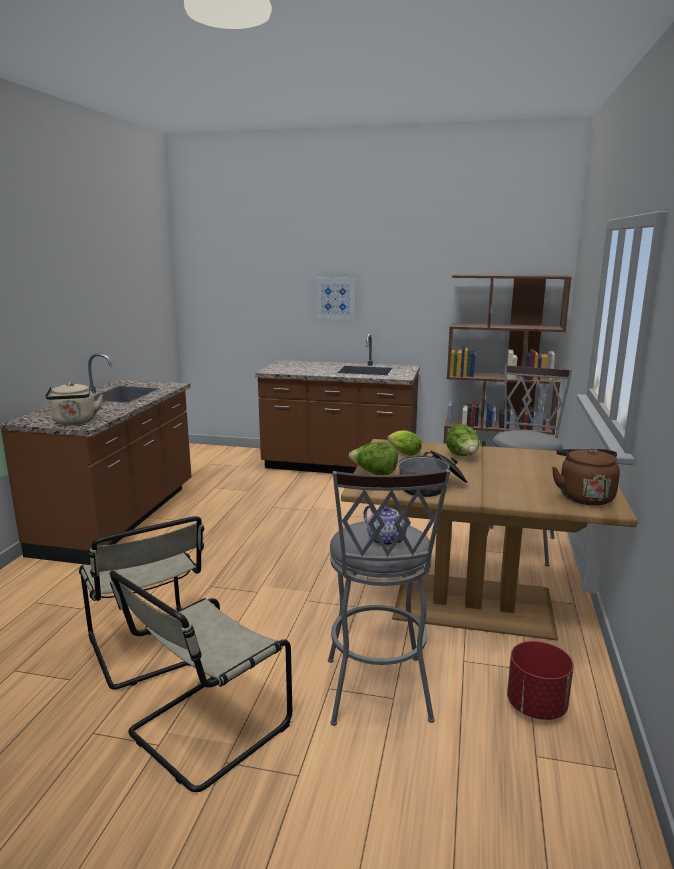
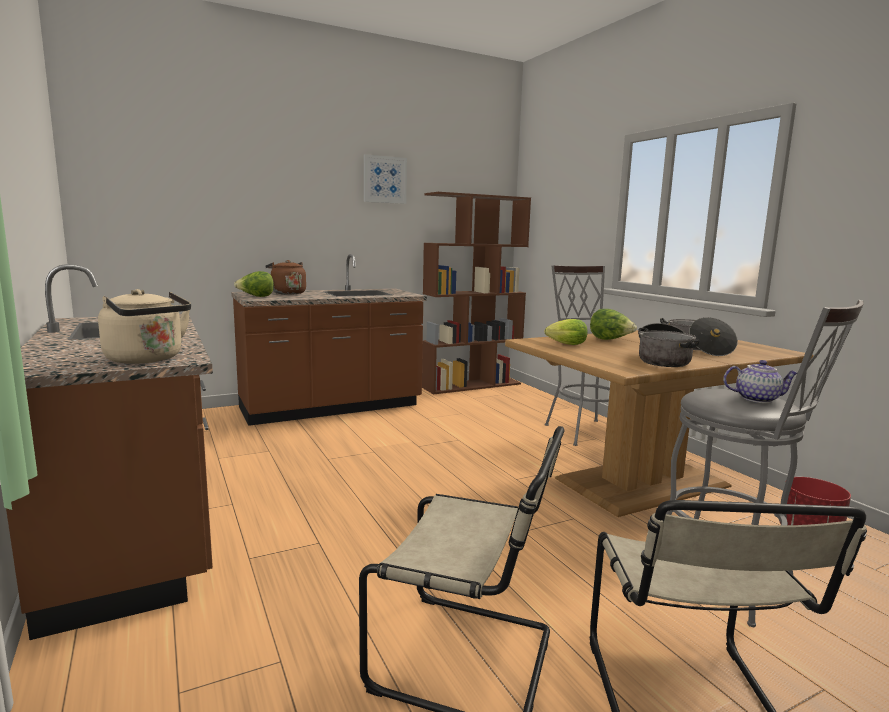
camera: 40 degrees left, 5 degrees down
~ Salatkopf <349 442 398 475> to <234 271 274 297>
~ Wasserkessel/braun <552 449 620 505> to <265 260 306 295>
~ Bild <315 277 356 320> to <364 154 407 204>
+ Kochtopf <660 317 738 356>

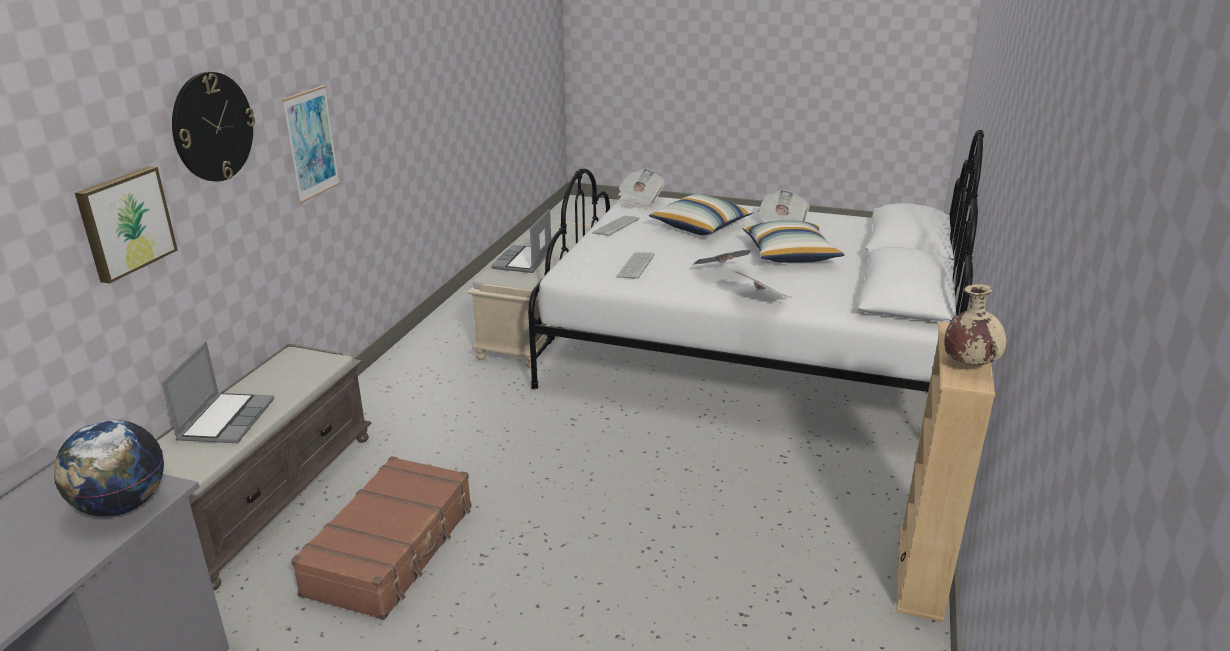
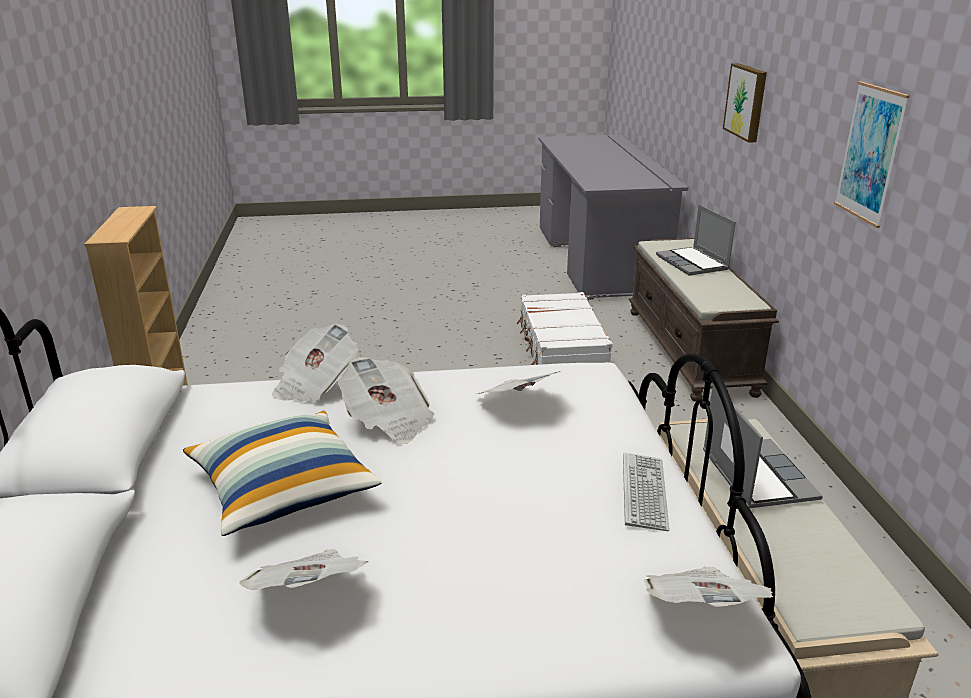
camera: 155 degrees right, 0 degrees up
~ Tastatur <616 252 655 279> to Zeitung <476 371 560 394>
~ Koffer/braun <291 456 472 620> to Koffer/weiß <517 292 613 365>
- Globus <54 420 164 516>
- Wanduhr <172 72 255 181>
- Kissen <649 194 754 235>
- Vase/beige <944 284 1006 366>

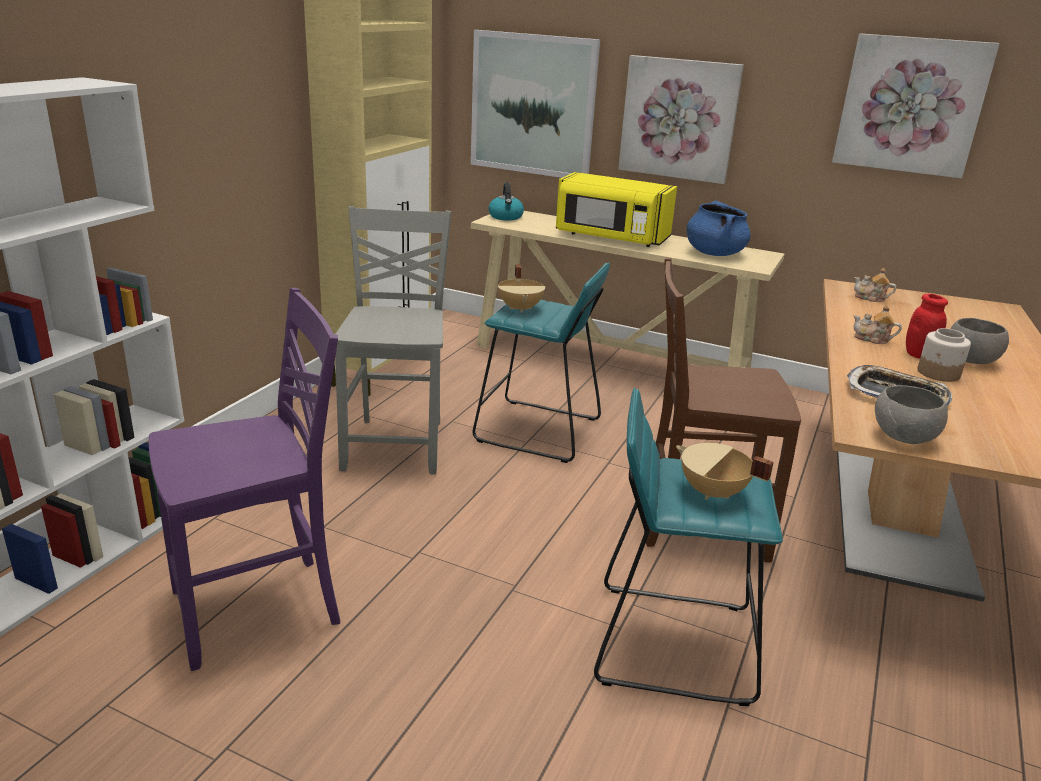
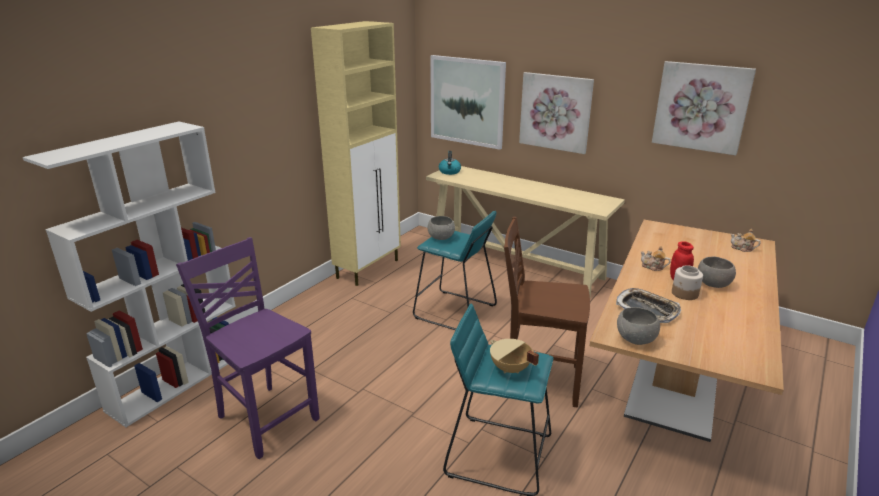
camera: 10 degrees right, 0 degrees up
~ Stuhl/lila <149 288 340 671> = <176 237 319 459> 120 degrees counterclockwise
~ Kochtopf/beige <498 264 545 313> to Schüssel/grau <428 216 455 240>
~ Teekanne <854 268 896 302> to <731 229 760 252>
- Stuhl/grau <335 206 451 475>
- Mikrowelle/gelb <556 172 677 247>
- Kochtopf/blau <687 201 751 256>

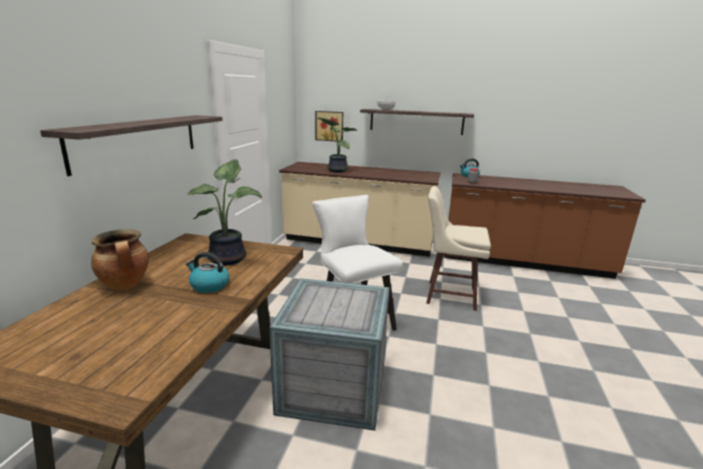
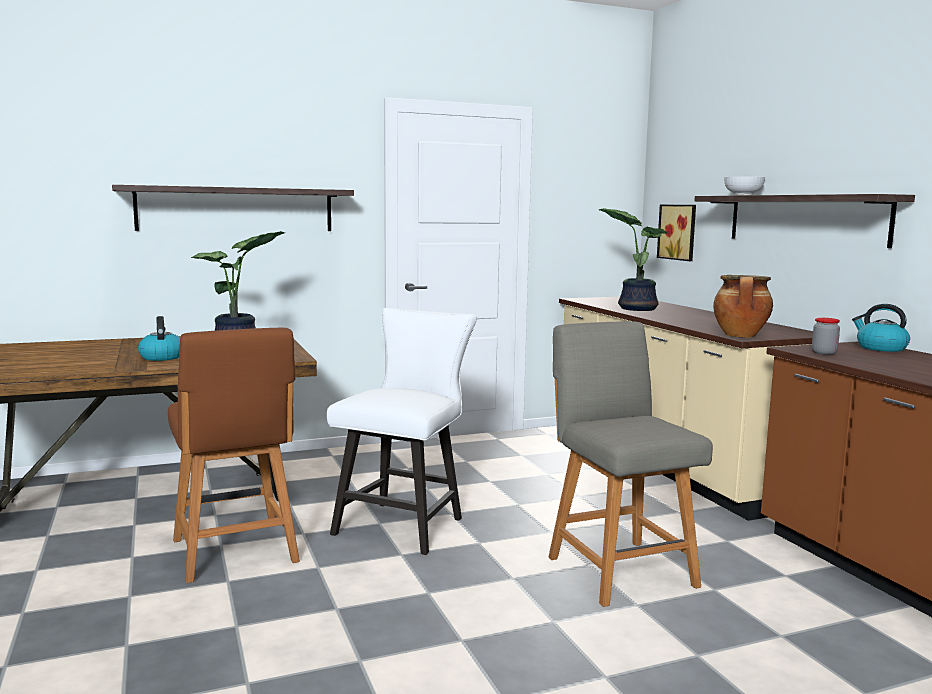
camera: 55 degrees right, 10 degrees down
~ Kiste <269 278 389 431> to Stuhl/braun <168 328 300 583>
~ Hocker/beige <426 186 491 311> to Stuhl/grau <548 321 713 607>
~ Kochtopf <91 229 149 291> to <713 275 773 338>

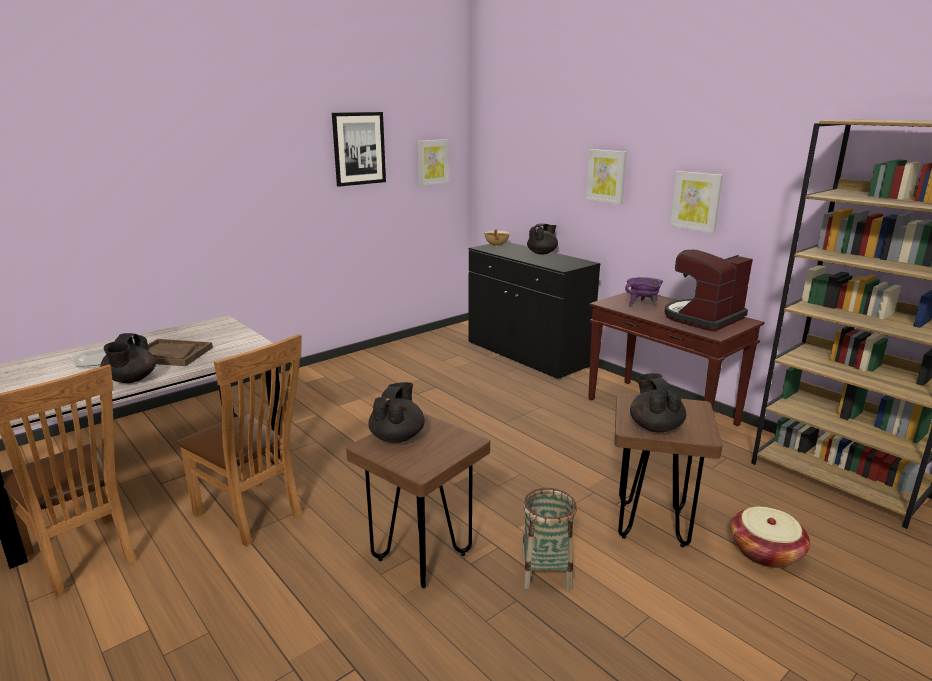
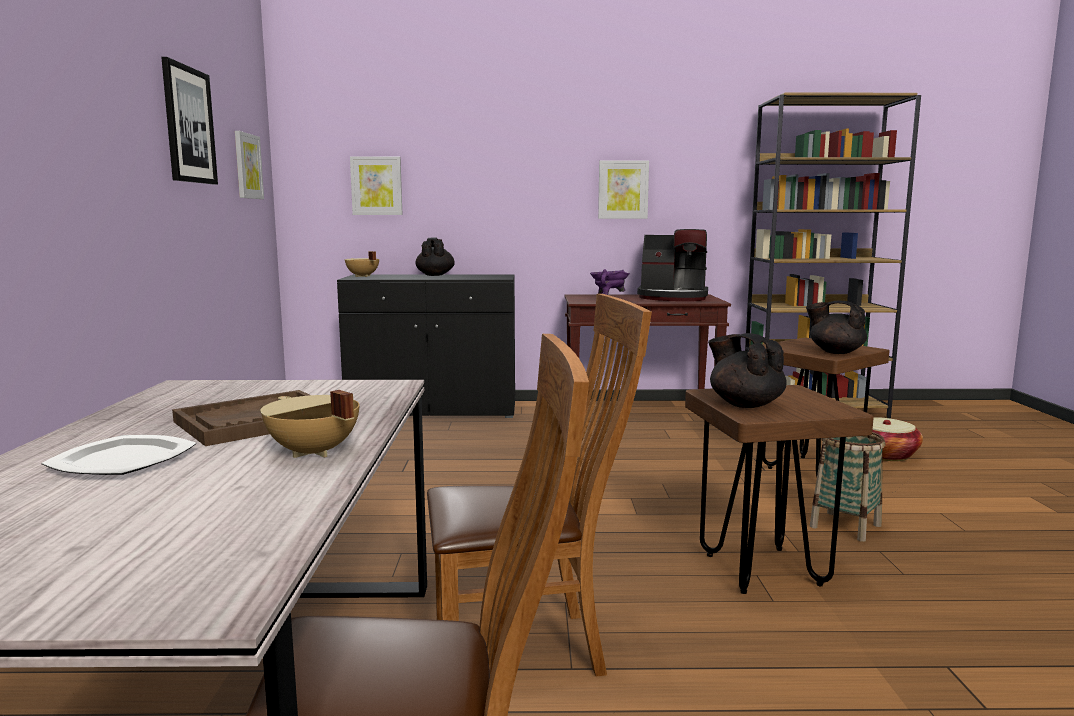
camera: 50 degrees left, 10 degrees down
~ Teekanne/schwarz <100 333 156 383> to Kochtopf/beige <260 390 359 458>
~ Bild <586 149 627 204> to <350 157 402 215>
~ Kaffeemaschine <664 250 753 331> = <637 229 708 301> 75 degrees counterclockwise

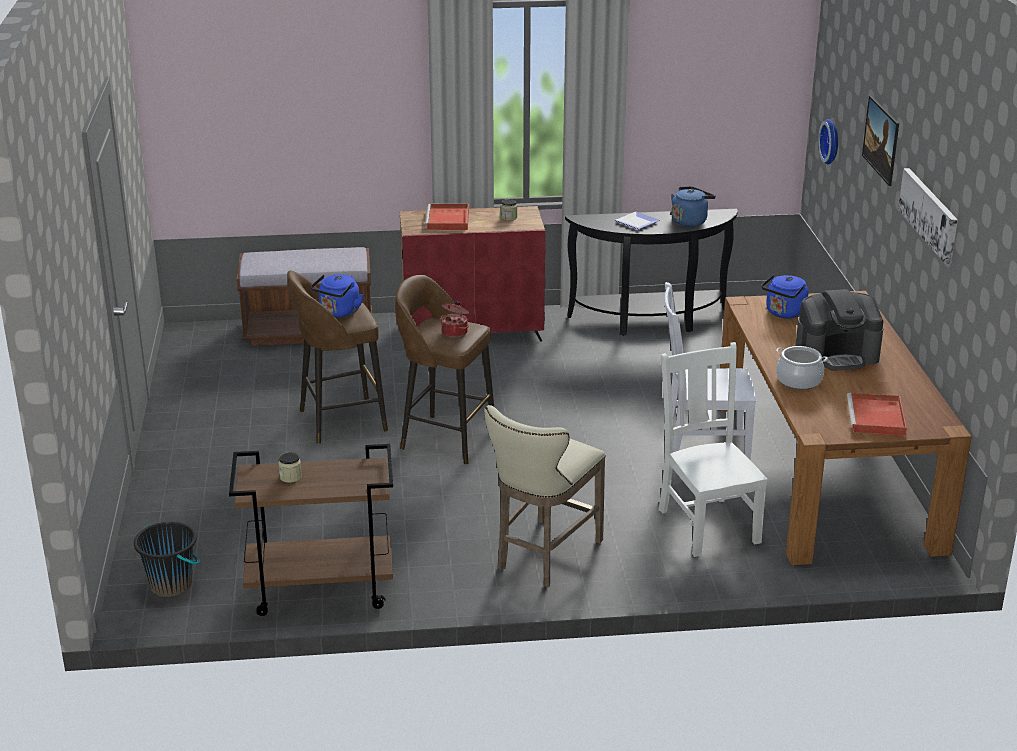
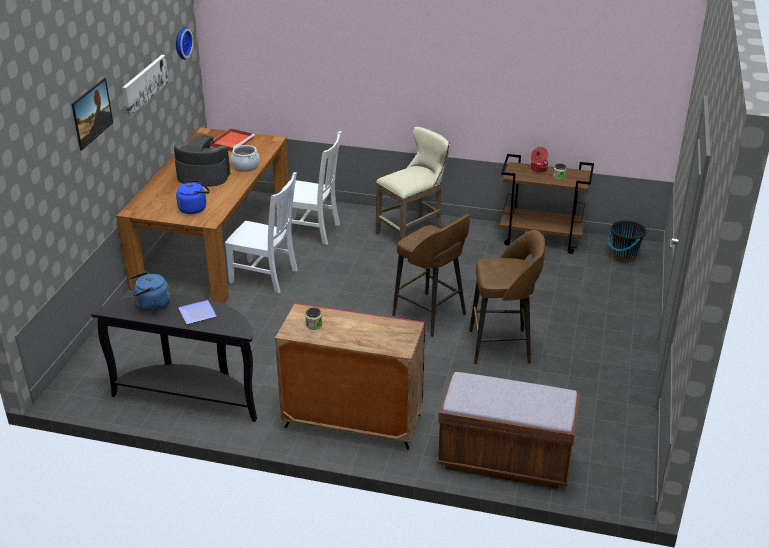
camera: 160 degrees left, 5 degrees up
~ Wanduhr <818 119 838 165> to <176 27 194 60>
~ Stuhl/weiß <658 342 768 557> = <276 131 342 245> 75 degrees counterclockwise
~ Kochtopf <440 302 469 337> to <530 147 548 173>
- Wasserkessel/blau <311 274 363 318>
- Tablett/rot <425 204 469 230>

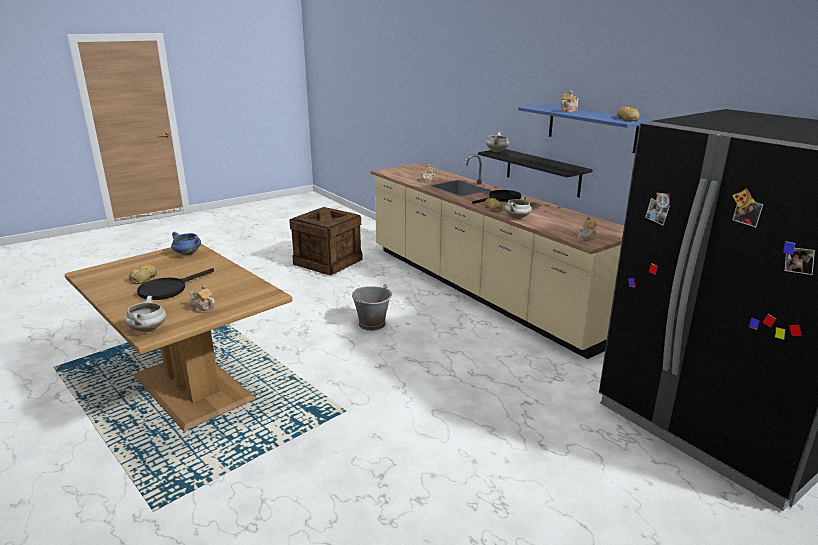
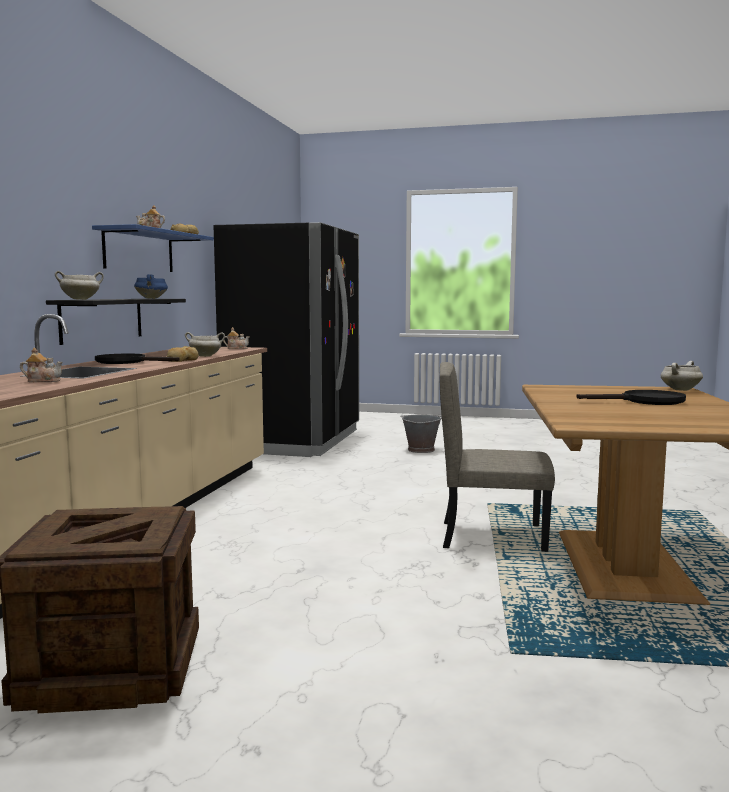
camera: 130 degrees left, 15 degrees down
~ Kochtopf/blau <171 232 201 256> to <134 274 168 299>
~ Eimer/grau <352 284 392 331> to <400 414 442 453>
+ Stuhl/beige <439 362 555 552>
- Brot <129 264 157 284>
- Teekanne <189 285 215 313>

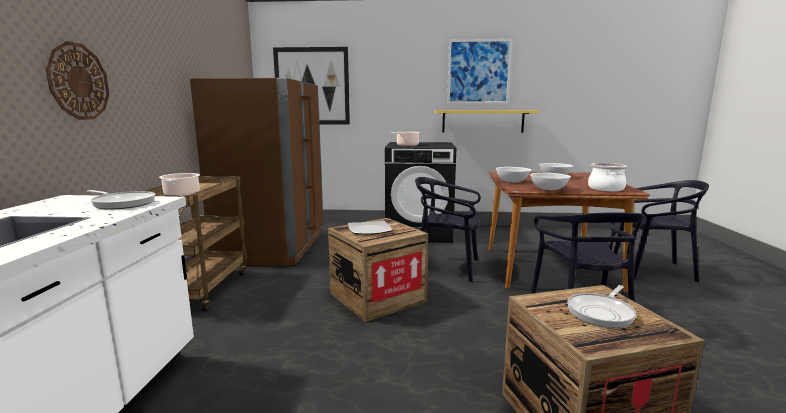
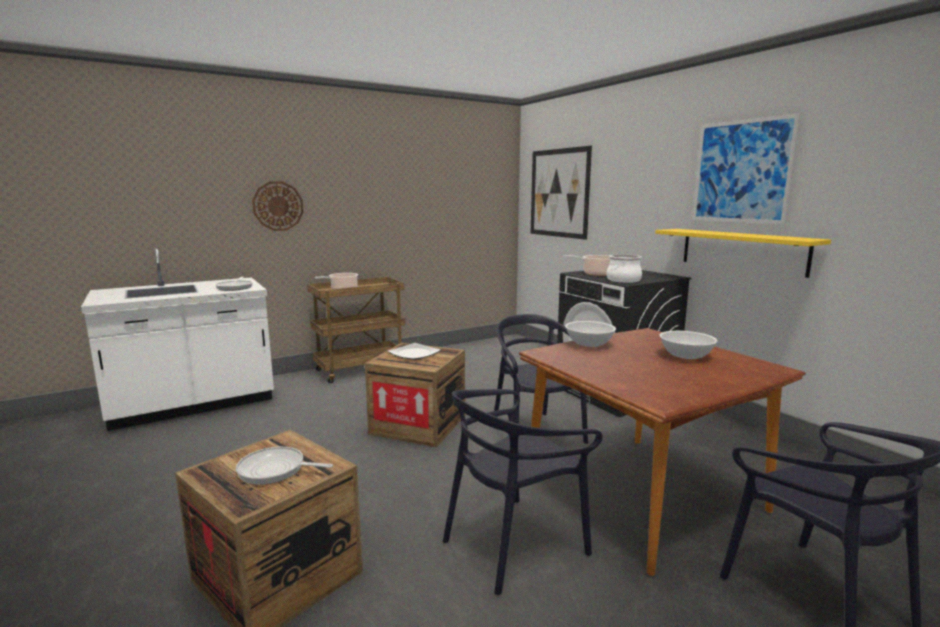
camera: 55 degrees right, 0 degrees up
~ Kochtopf <588 163 627 192> to <606 254 642 283>
- Kühlschrank/braun <190 78 324 266>
- Schüssel/weiß <530 173 571 190>

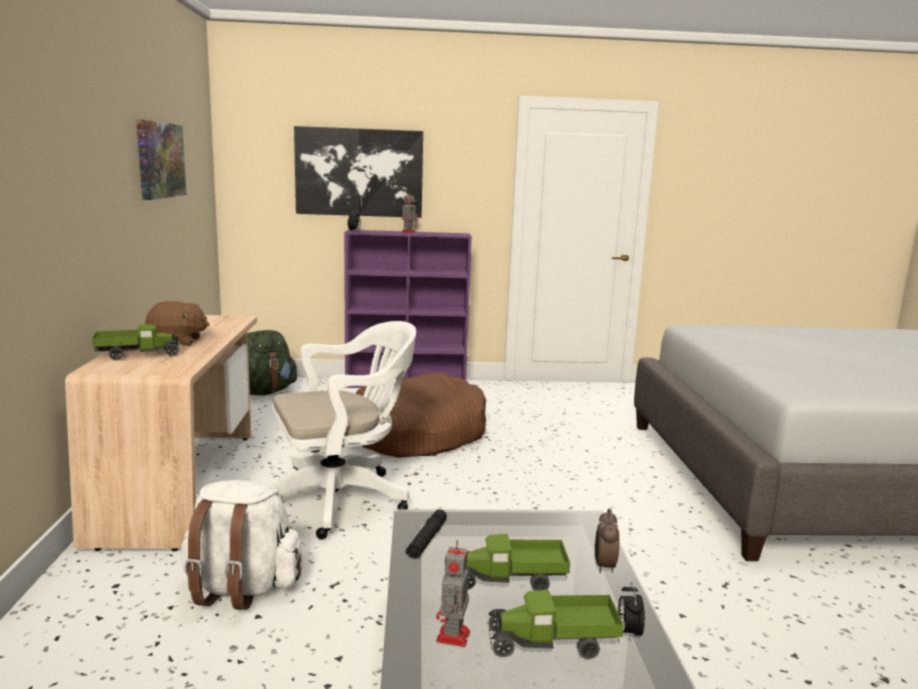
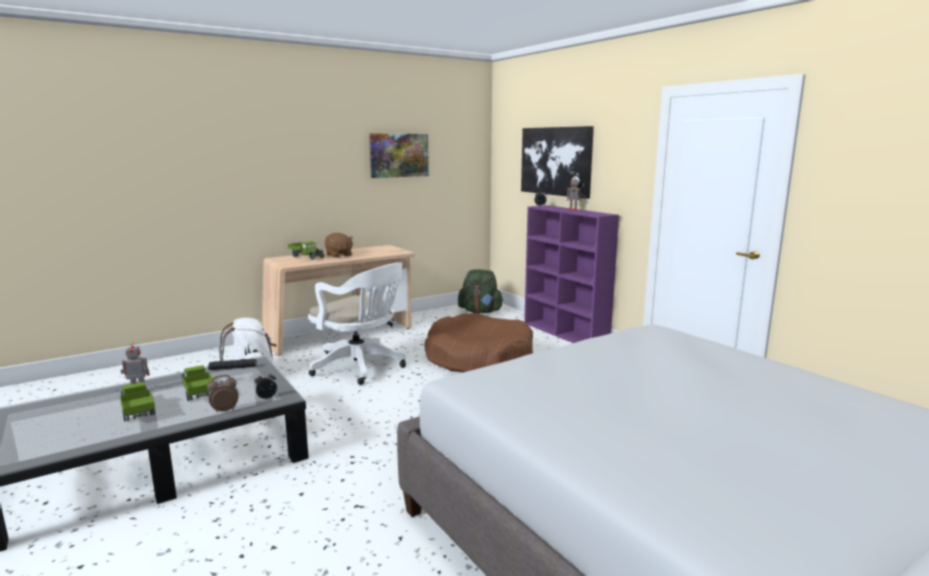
camera: 60 degrees right, 0 degrees up
~ Wecker <618 582 645 640> to <255 372 277 399>

